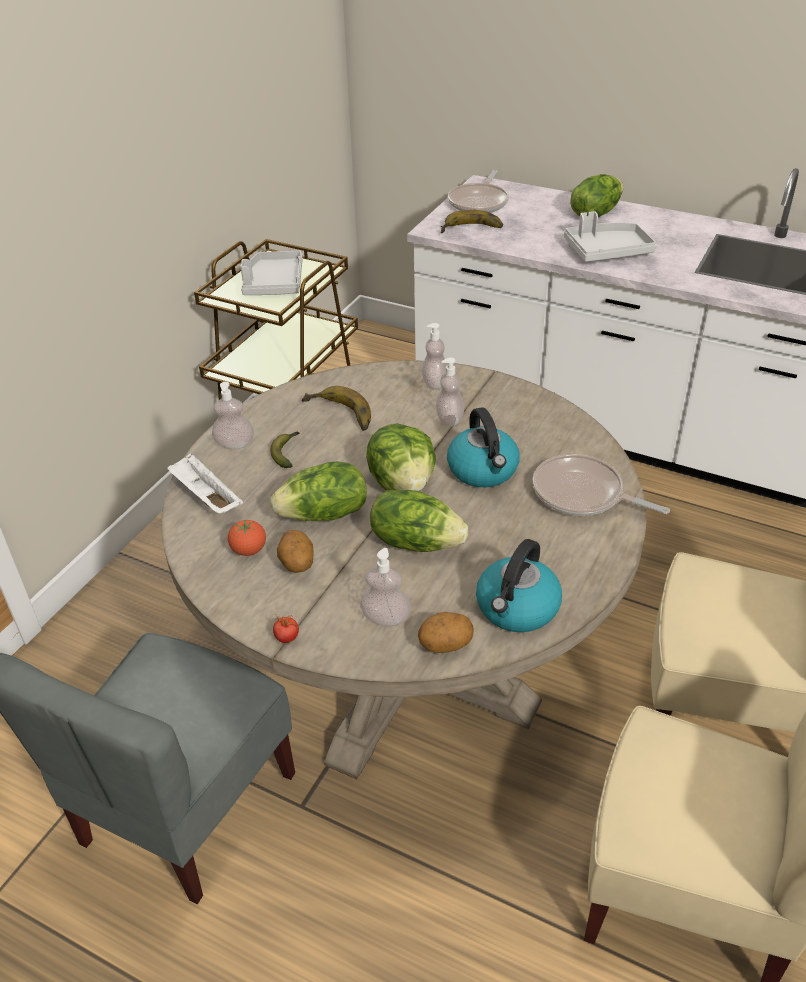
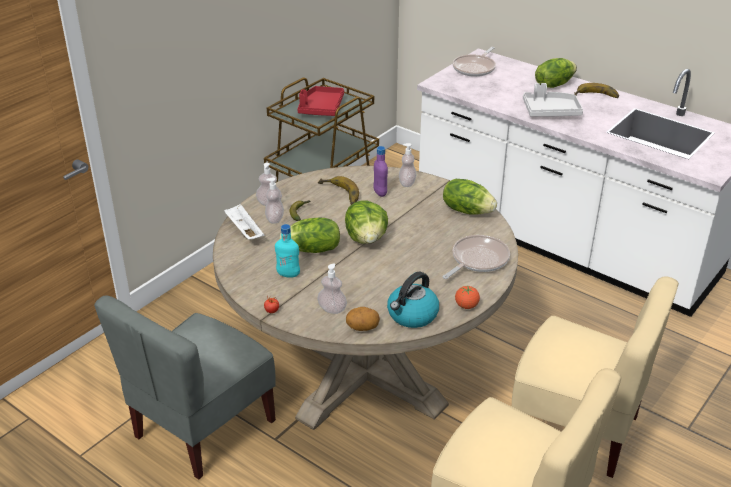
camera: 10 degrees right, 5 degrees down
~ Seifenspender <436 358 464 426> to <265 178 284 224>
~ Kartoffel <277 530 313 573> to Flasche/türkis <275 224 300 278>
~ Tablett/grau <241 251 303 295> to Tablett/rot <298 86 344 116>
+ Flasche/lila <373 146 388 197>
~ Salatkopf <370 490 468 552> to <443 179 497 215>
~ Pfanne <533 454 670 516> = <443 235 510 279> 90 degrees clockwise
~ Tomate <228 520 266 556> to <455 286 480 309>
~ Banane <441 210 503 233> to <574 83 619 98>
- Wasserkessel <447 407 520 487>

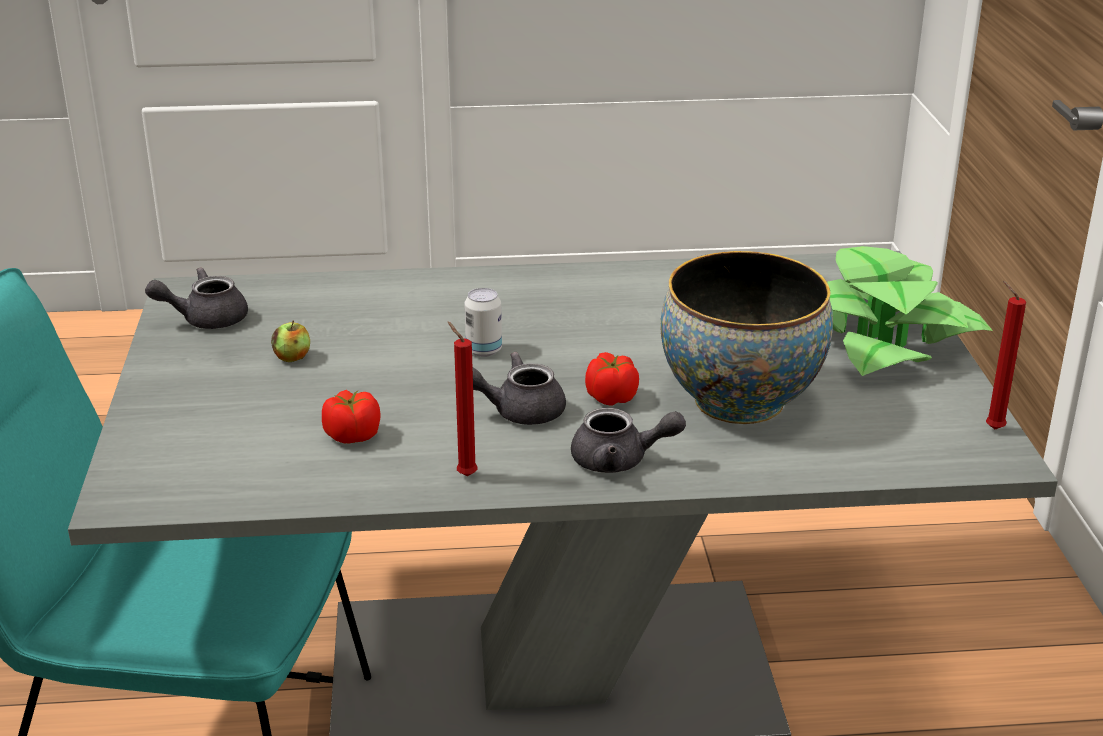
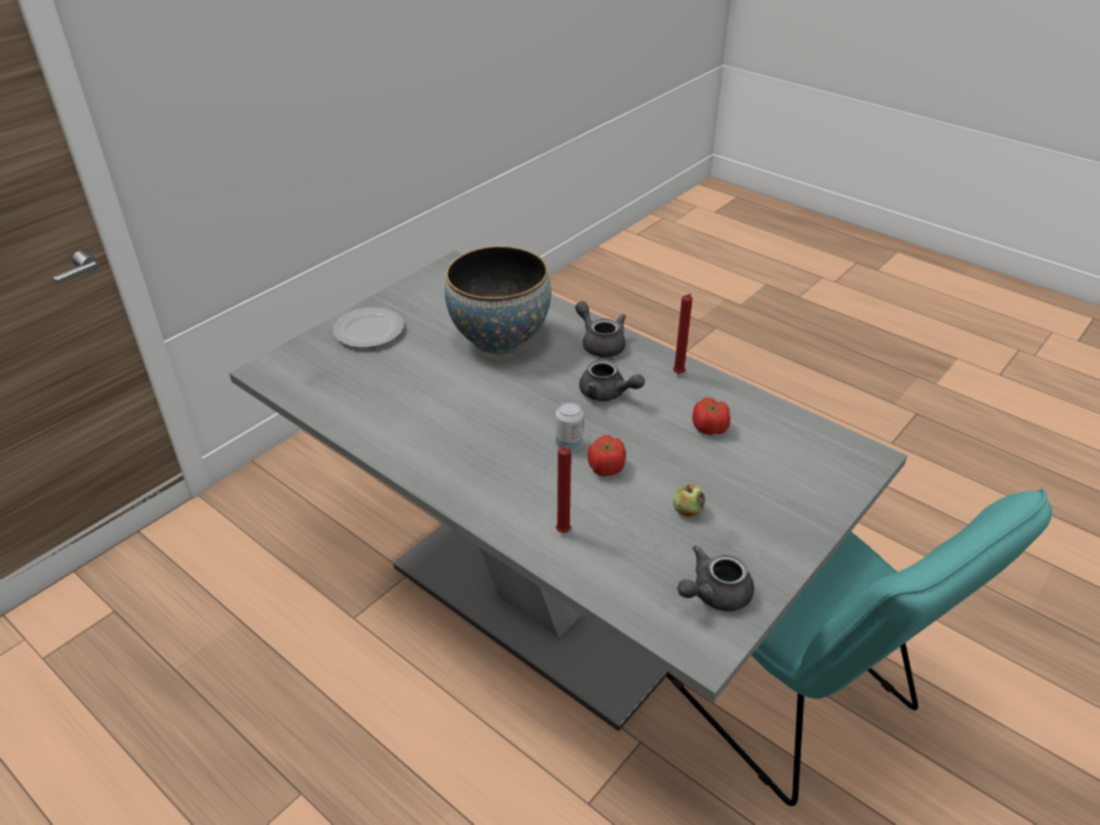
camera: 135 degrees left, 10 degrees up
~ Topfpflanze <827 246 993 376> to Teller <333 307 404 348>
~ Kerze/rot <986 281 1026 429> to <556 446 571 533>
~ Tomate <585 352 639 406> to <588 435 626 476>
~ Teekanne/grau <145 267 248 329> = <678 545 754 611> 120 degrees clockwise

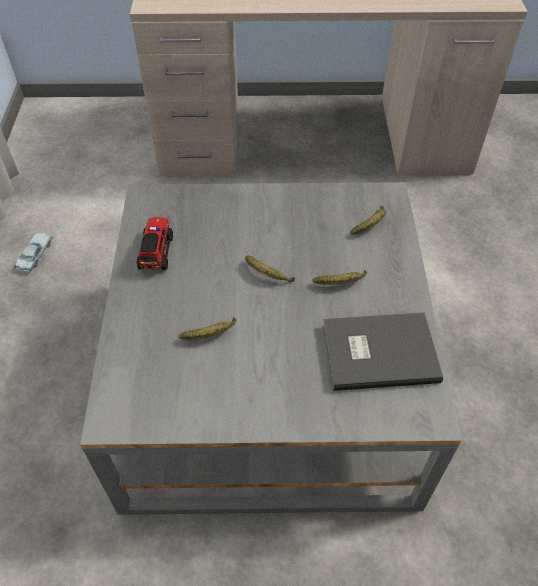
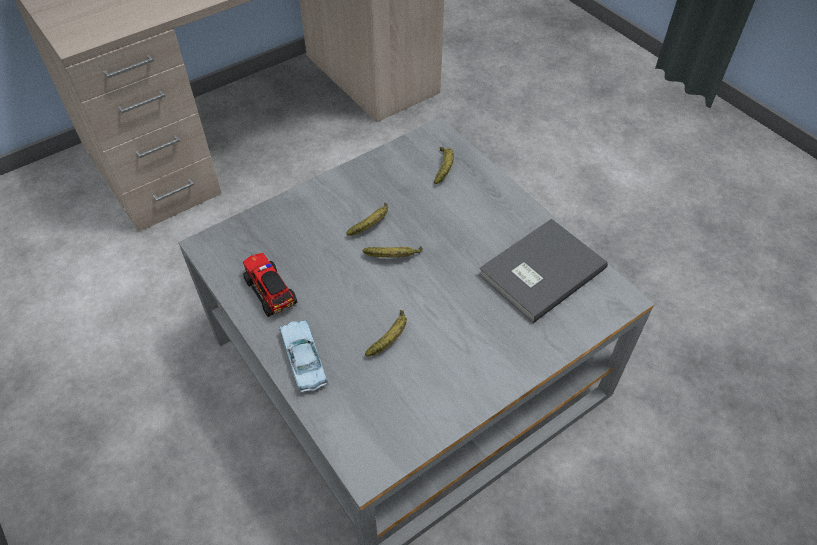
camera: 35 degrees left, 0 degrees up
~ Spielzeugauto/blau <14 232 53 272> to <279 320 328 394>
~ Banane <313 270 367 285> to <346 203 388 236>

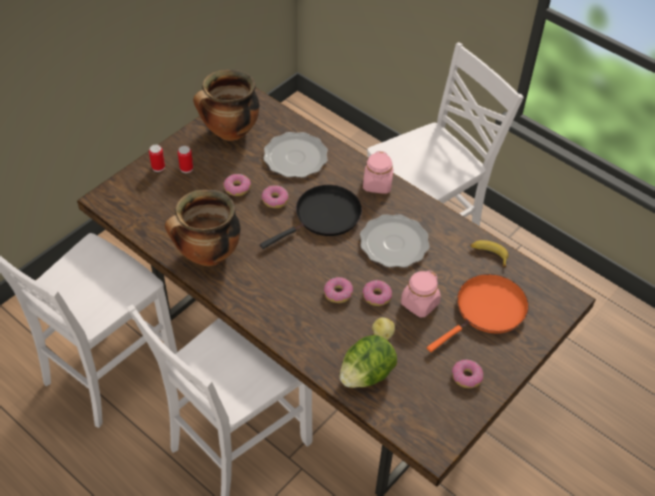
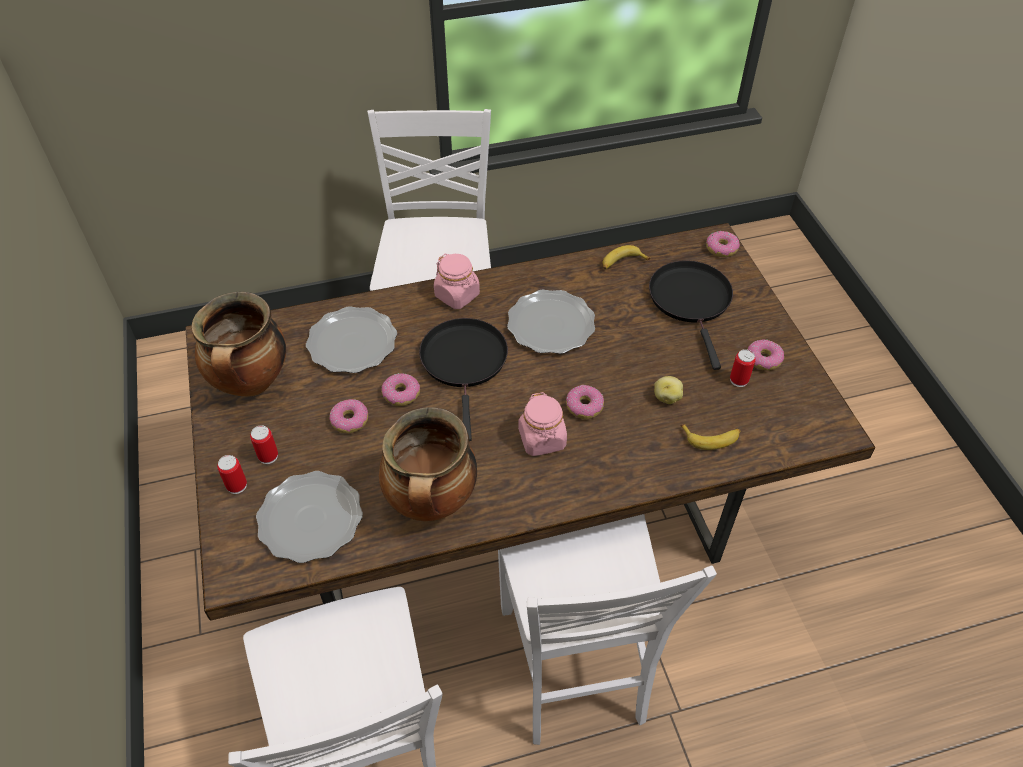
camera: 55 degrees left, 0 degrees up
+ Teller <256 471 363 563>
~ Vorratsglas/rosa <401 270 441 317> to <518 392 567 456>
~ Pfanne/orange <427 274 529 352> to Pfanne/schwarz <649 261 733 370>
~ Salatkopf <340 335 397 388> to Banane <680 424 741 450>
~ Donut <362 280 392 306> to <706 231 740 257>
+ Dose <730 349 756 387>

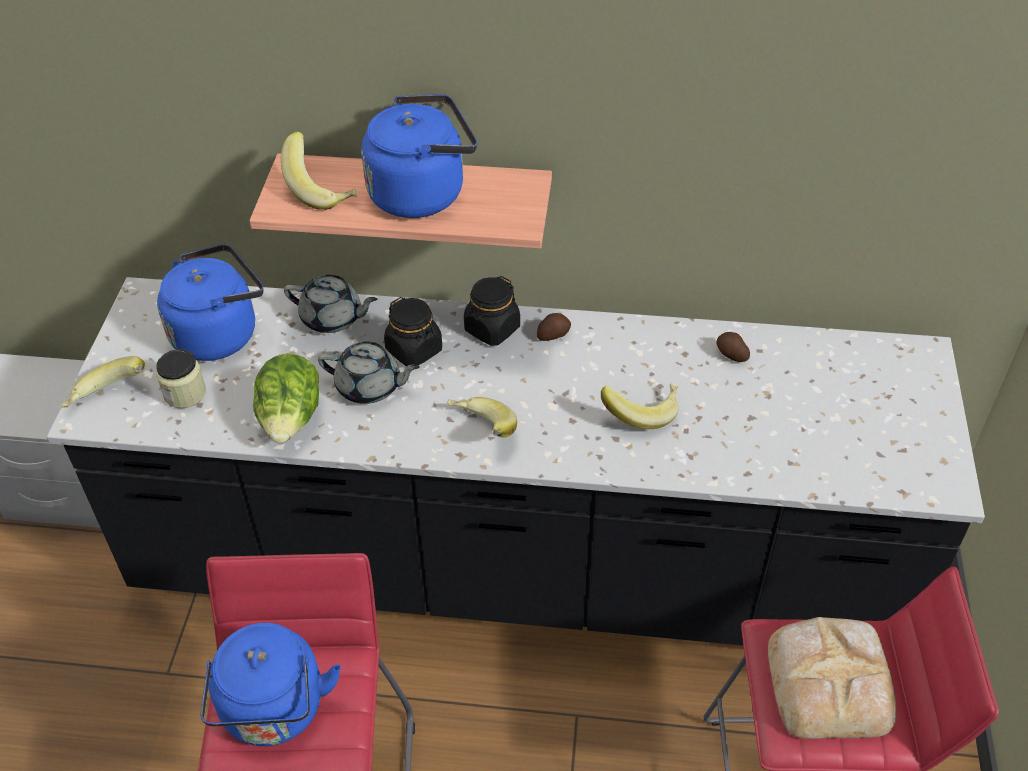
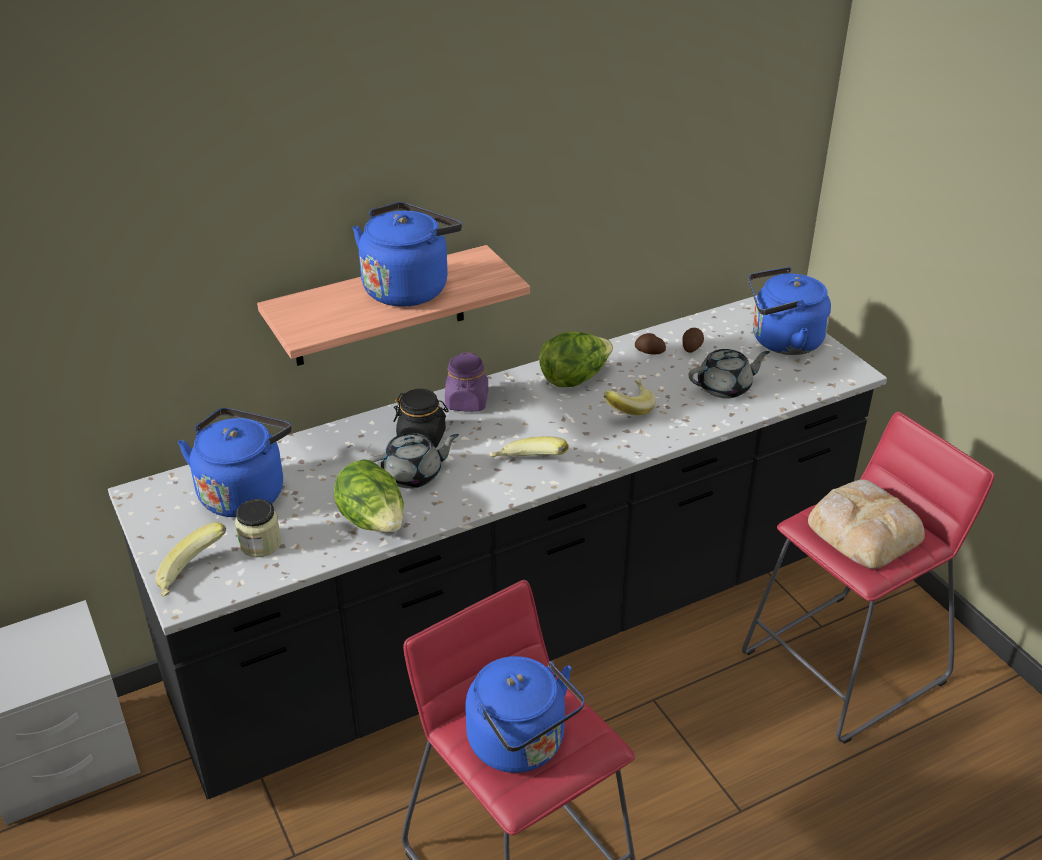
camera: 35 degrees left, 10 degrees down
~ Vorratsglas/schwarz <464 276 520 346> to Vorratsglas/lila <445 352 488 412>
+ Salatkopf <539 332 613 387>
~ Kartoffel <537 313 571 341> to <683 328 704 353>
~ Teekanne/grau <284 275 378 333> to <688 349 770 399>
+ Wasserkessel/blau <749 267 831 355>
- Banane <281 131 357 210>

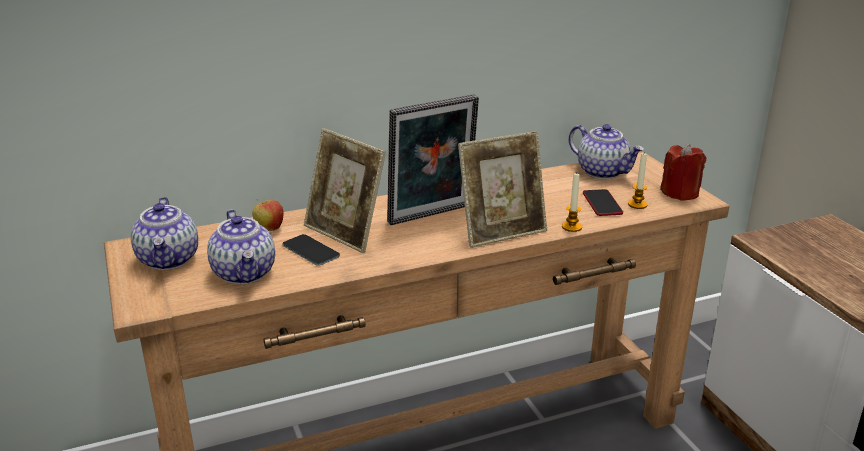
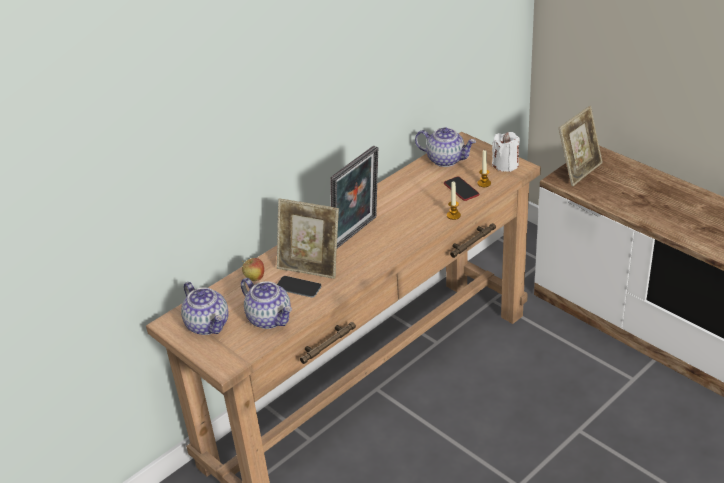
camera: 20 degrees left, 10 degrees up
~ Kerze/rot <660 143 707 201> to Kerze/weiß <492 132 520 172>
~ Bilderrahmen <458 131 547 248> to <559 106 603 186>

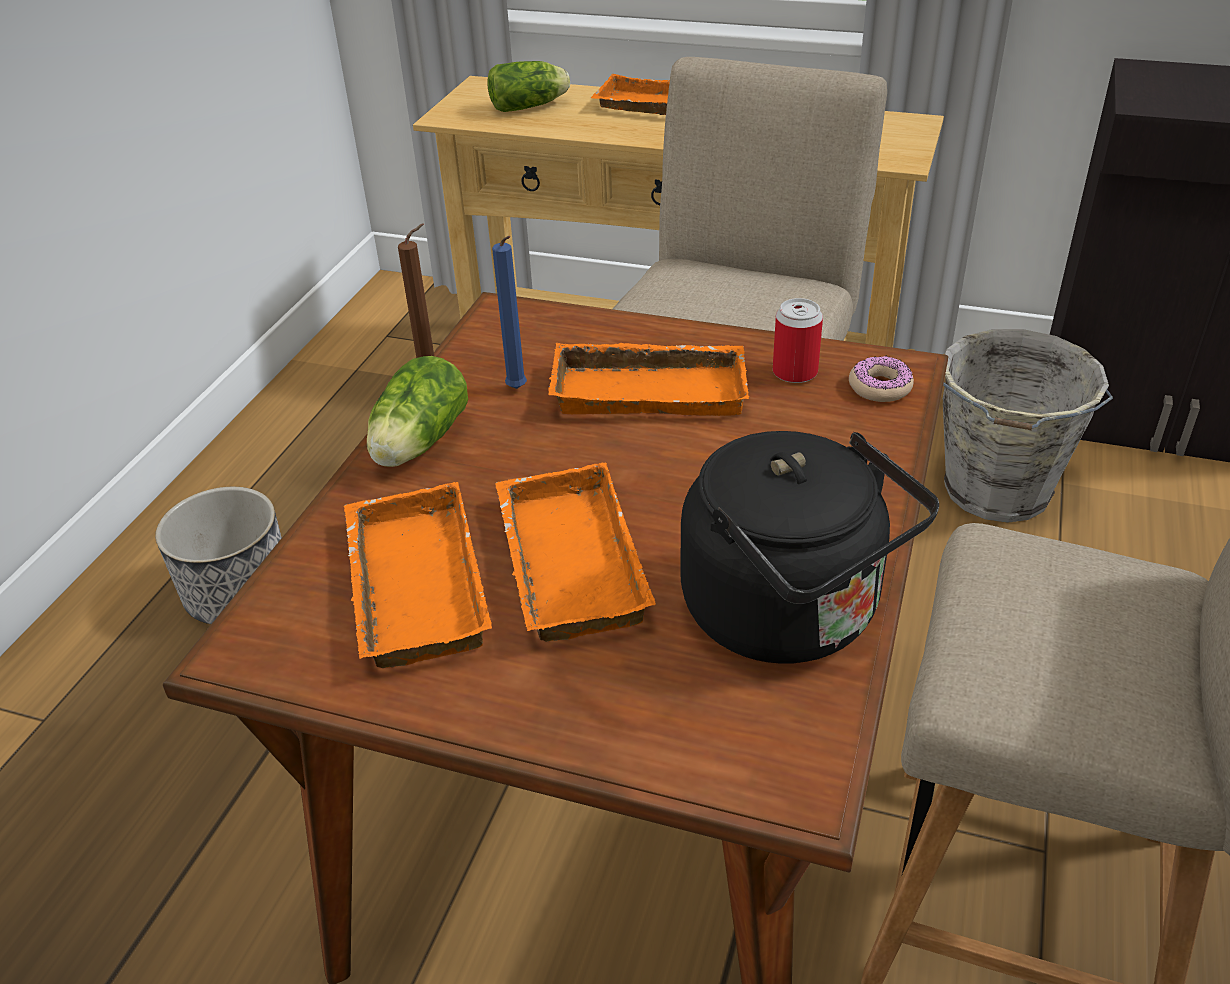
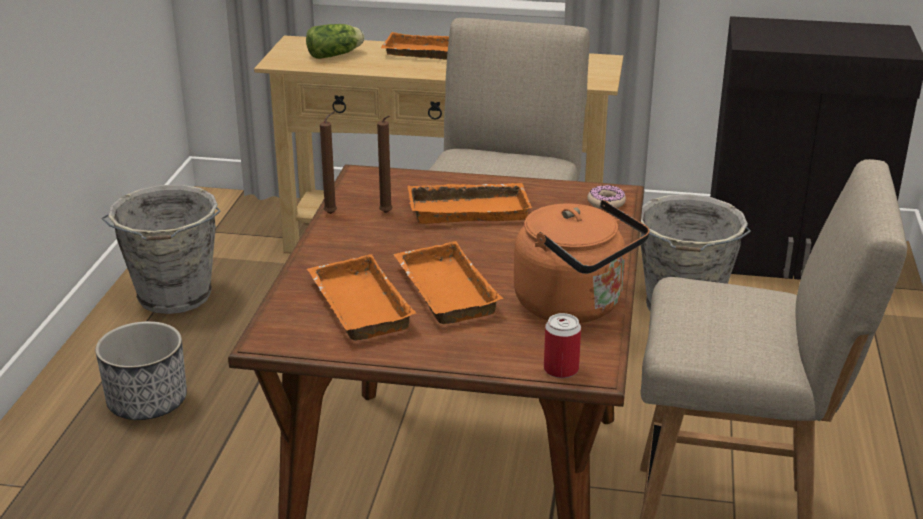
camera: 10 degrees left, 10 degrees down
+ Eimer/grau <102 185 220 314>
~ Kerze/blau <492 236 527 389> to Kerze/braun <377 115 393 213>
~ Wasserkessel/schwarz <681 431 939 664> to Wasserkessel/orange <514 200 650 323>
~ Dose <773 298 823 383> to <544 313 581 378>
- Salatkopf <367 356 468 467>

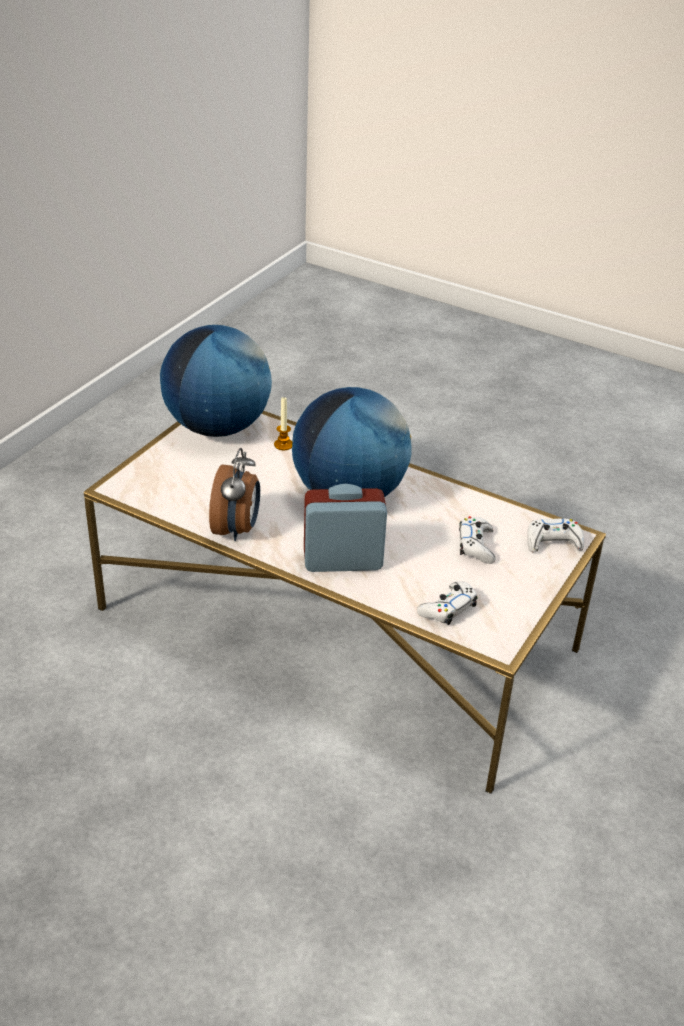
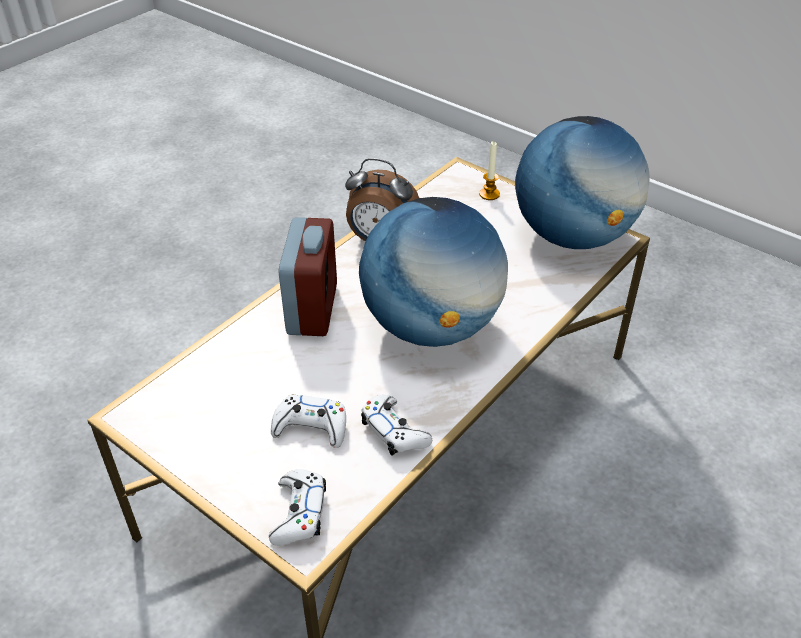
camera: 100 degrees right, 5 degrees up
~ Gamepad/weiß <417 581 478 625> to <361 395 432 456>
~ Kerze <274 397 292 450> to <479 141 500 200>

